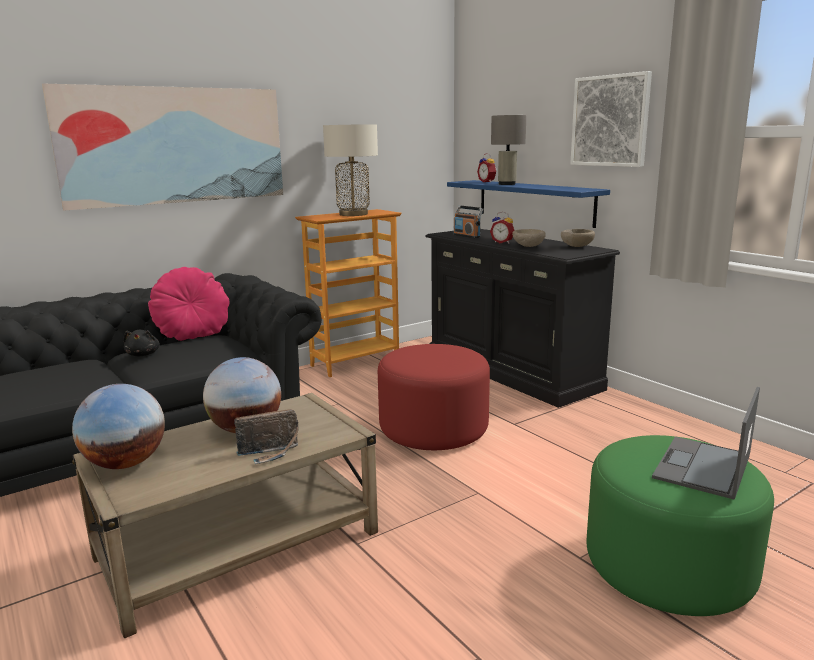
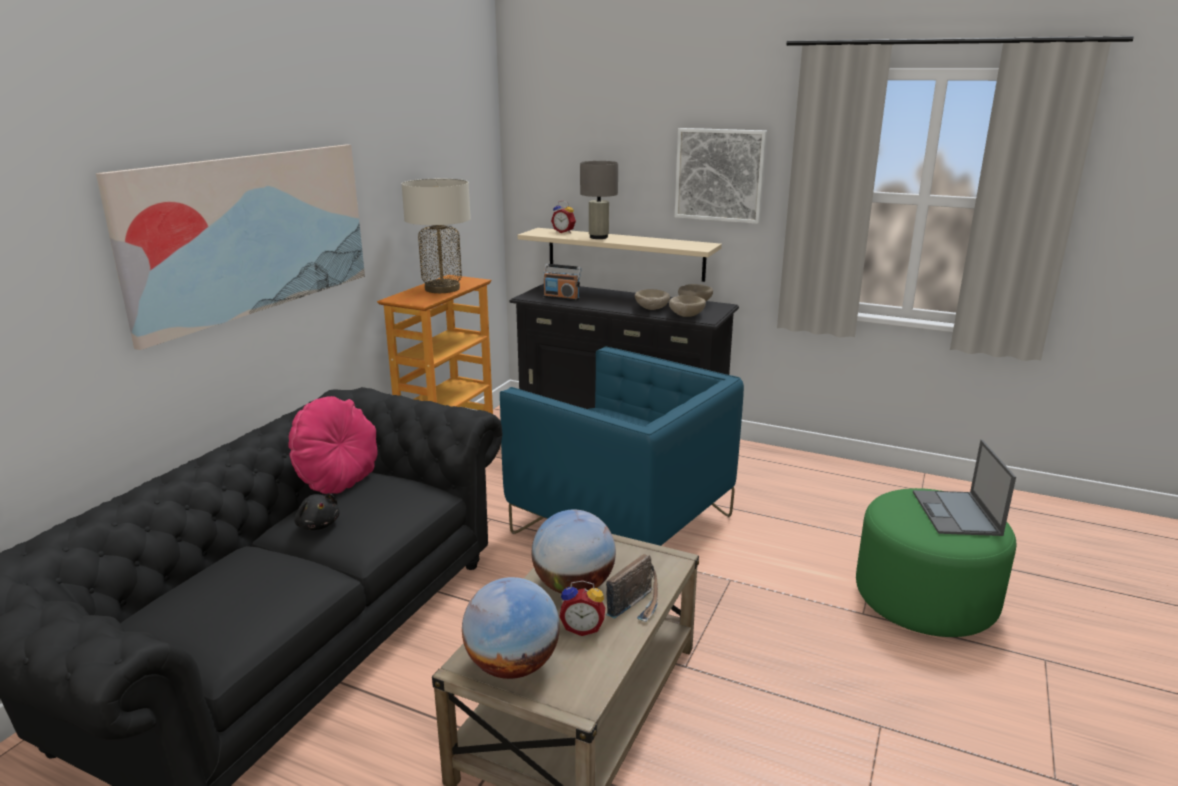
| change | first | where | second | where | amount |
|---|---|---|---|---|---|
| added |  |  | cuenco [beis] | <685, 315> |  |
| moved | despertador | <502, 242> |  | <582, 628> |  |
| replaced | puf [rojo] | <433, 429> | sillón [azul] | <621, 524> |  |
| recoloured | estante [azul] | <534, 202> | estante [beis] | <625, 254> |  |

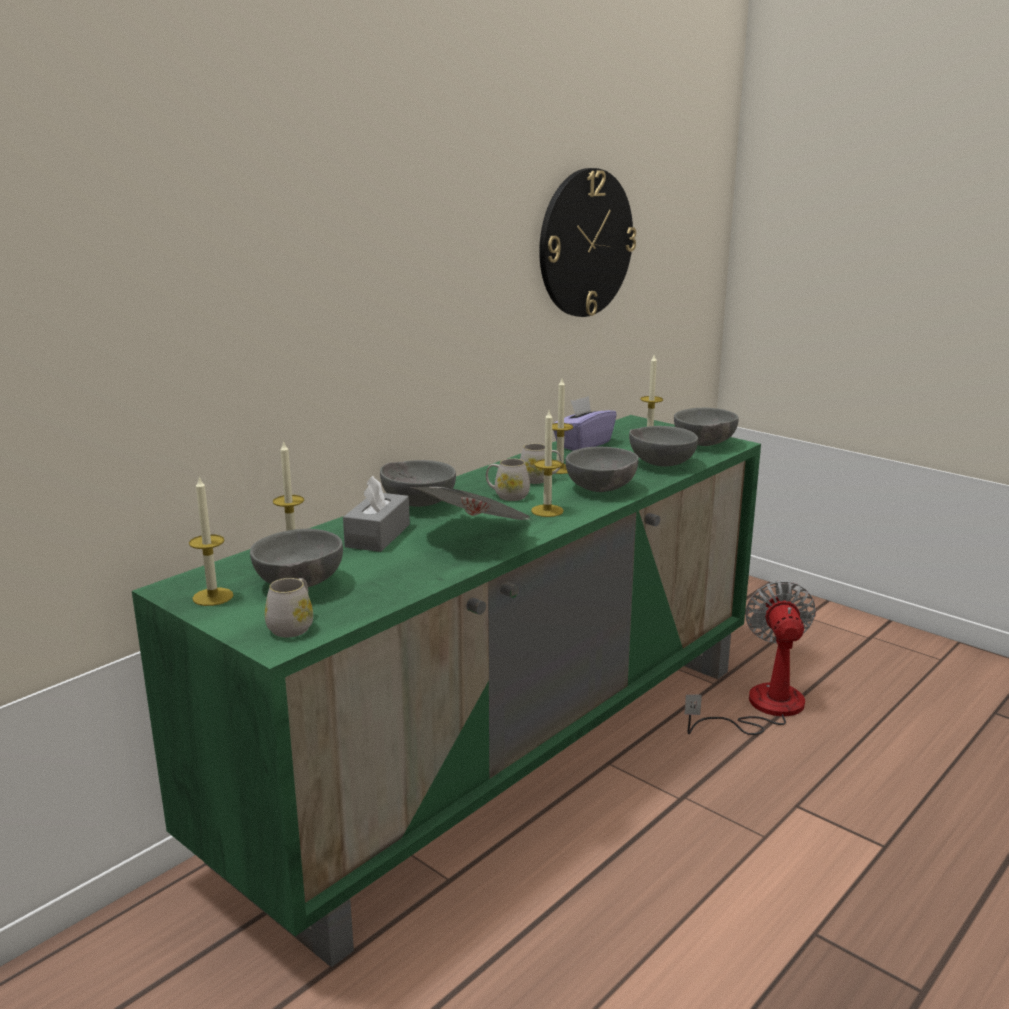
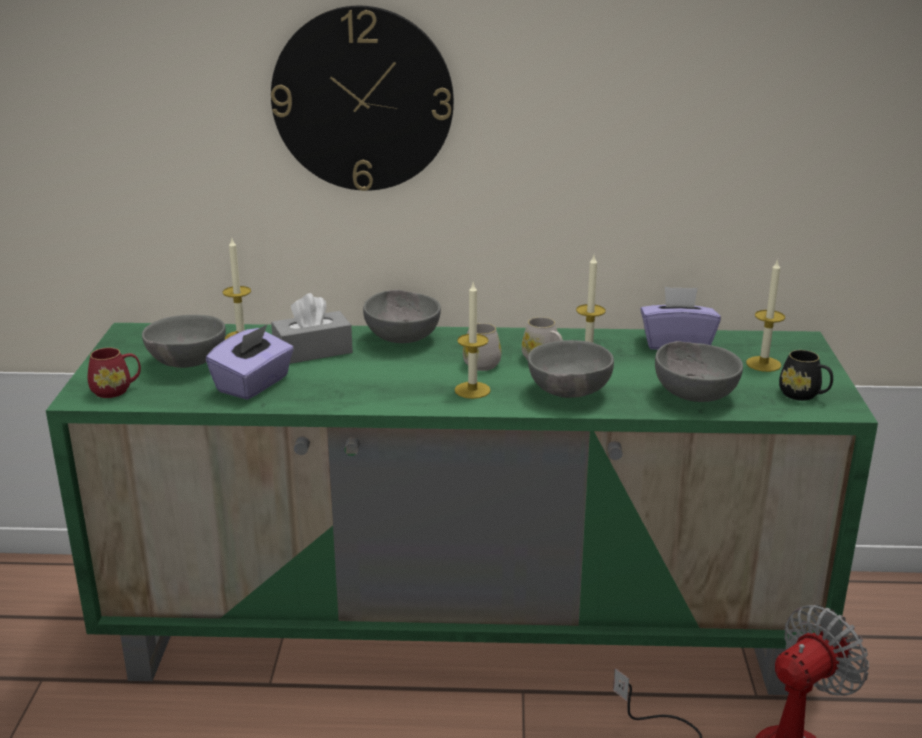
| change | first | where | second | where | amount |
|---|---|---|---|---|---|
| removed | vela | <213, 597> |  |  |  |
| removed | periódico | <477, 536> |  |  |  |
| added |  |  | caja de pañuelos [morado] | <254, 384> |  |
| moved | reloj de pared | <585, 243> |  | <362, 100> |  |
| replaced | cuenco [gris] | <704, 444> | taza grande [negro] | <804, 395> |  |
| recoloured | taza grande [blanco] | <293, 626> | taza grande [rojo] | <116, 390> |  |

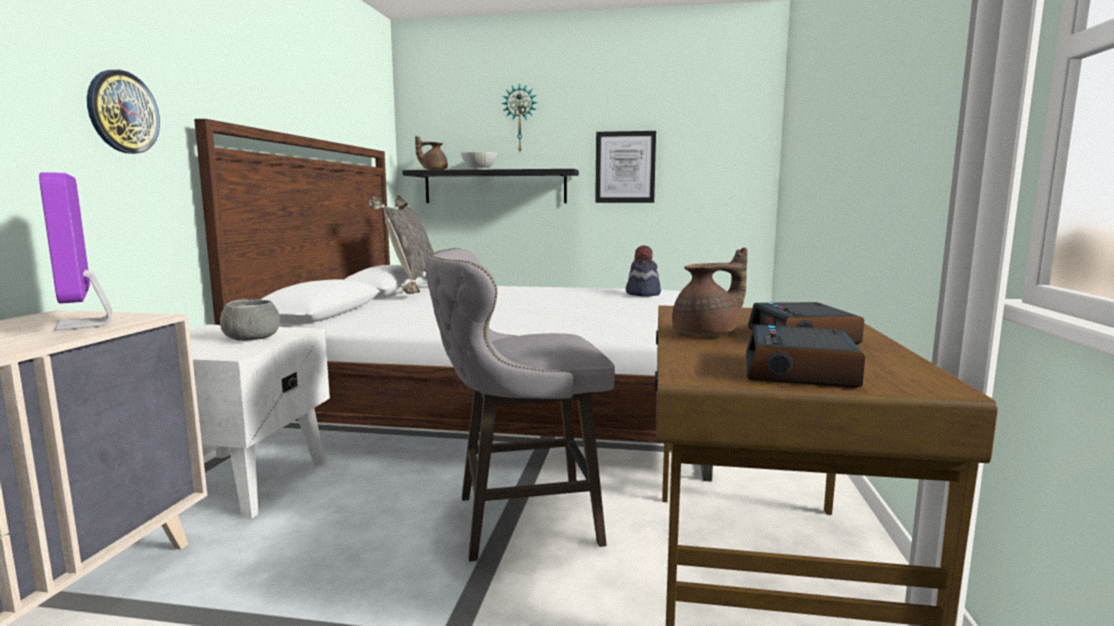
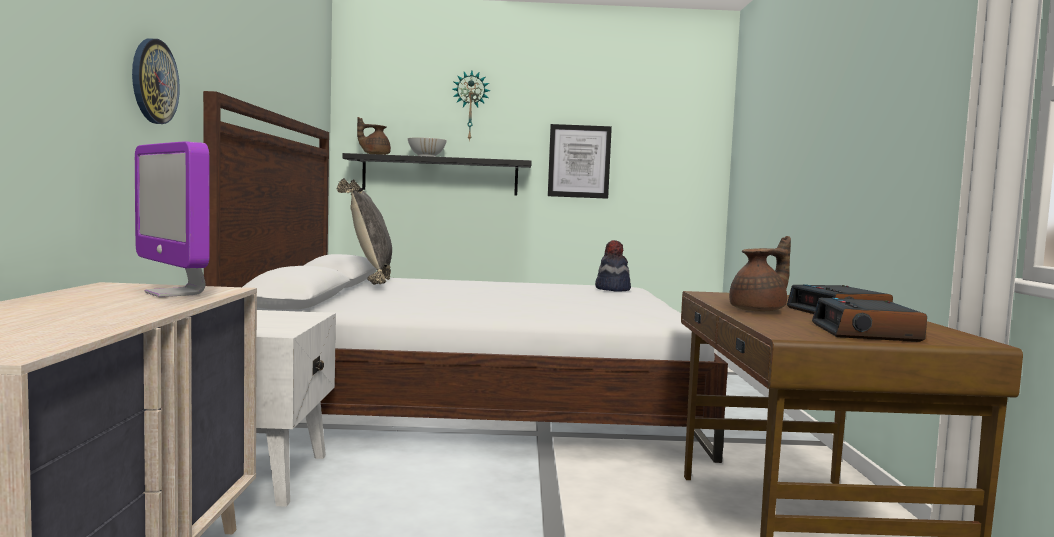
| change | first | where | second | where | amount |
|---|---|---|---|---|---|
| removed | cuenco [gris] | <251, 338> |  |  |  |
| removed | taburete [gris] | <519, 520> |  |  |  |

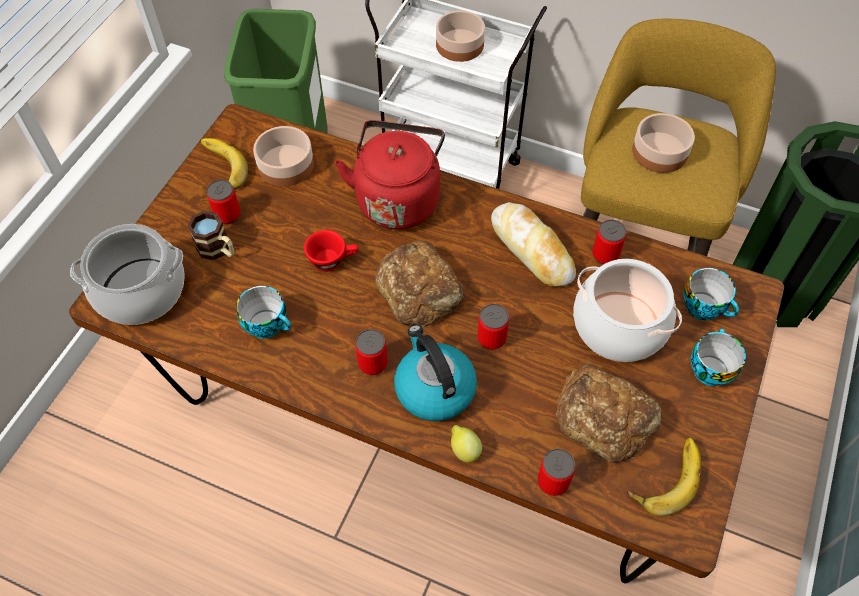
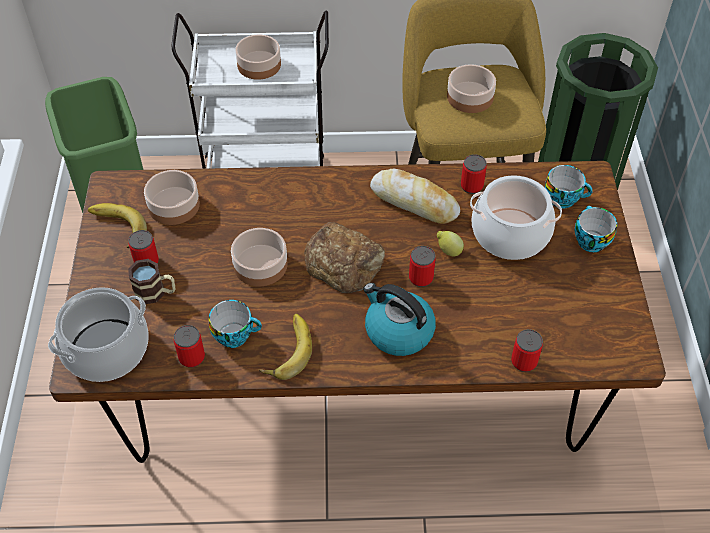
| change | first | where | second | where | amount |
|---|---|---|---|---|---|
| removed | hervidor [rojo] | <398, 198> |  |  |  |
| removed | pan | <605, 417> |  |  |  |
| moved | lata | <373, 363> |  | <192, 357> |  |
| moved | limón | <464, 450> |  | <448, 251> |  |
| moved | plátano | <665, 476> |  | <286, 349> |  |
| replaced | taza [rojo] | <333, 260> | cuenco | <260, 265> |  |

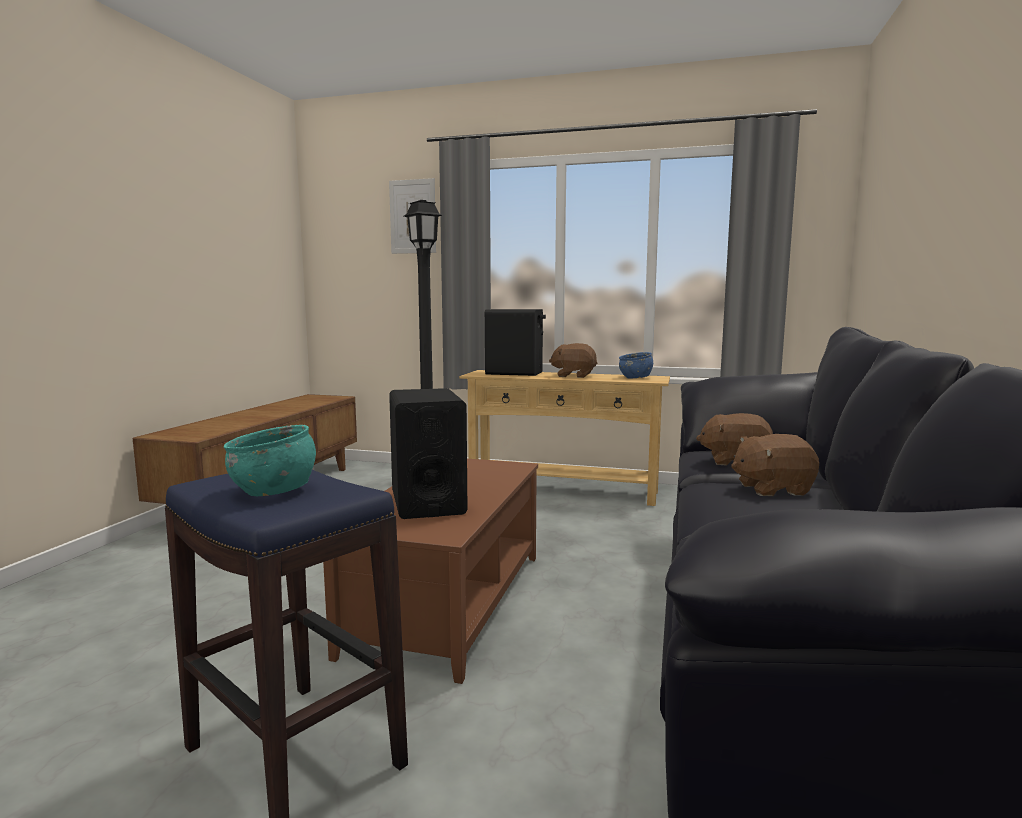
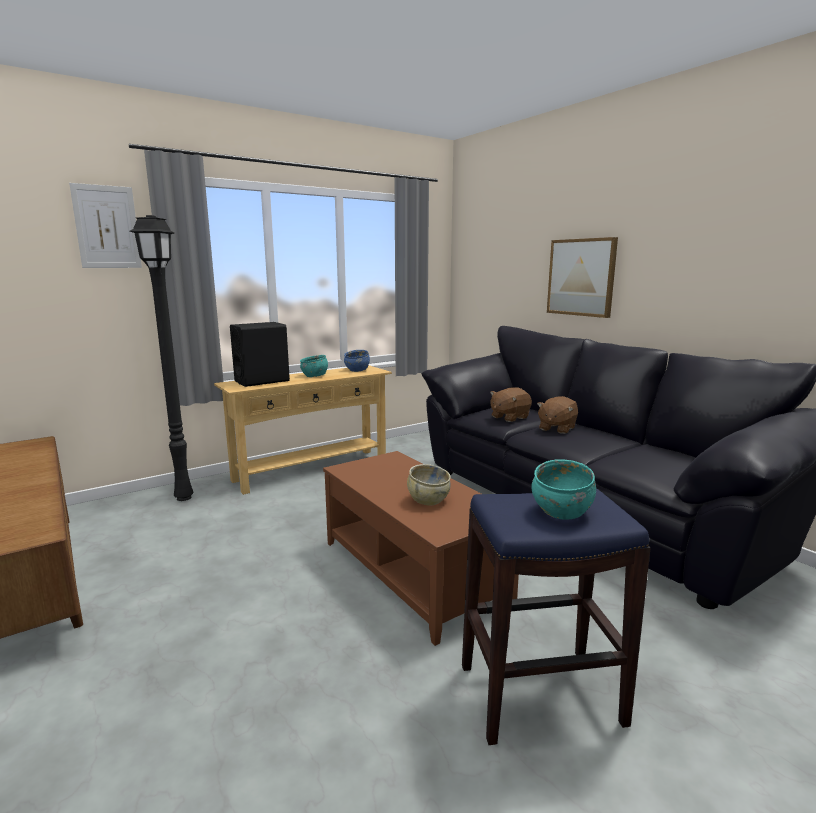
| change | first | where | second | where | amount |
|---|---|---|---|---|---|
| added |  |  | cuadro | <581, 277> |  |
| replaced | altavoz [negro] | <427, 502> | cuenco [beis] | <428, 500> |  |
| replaced | peluche [marrón] | <574, 376> | cuenco [turquesa] | <314, 376> |  |

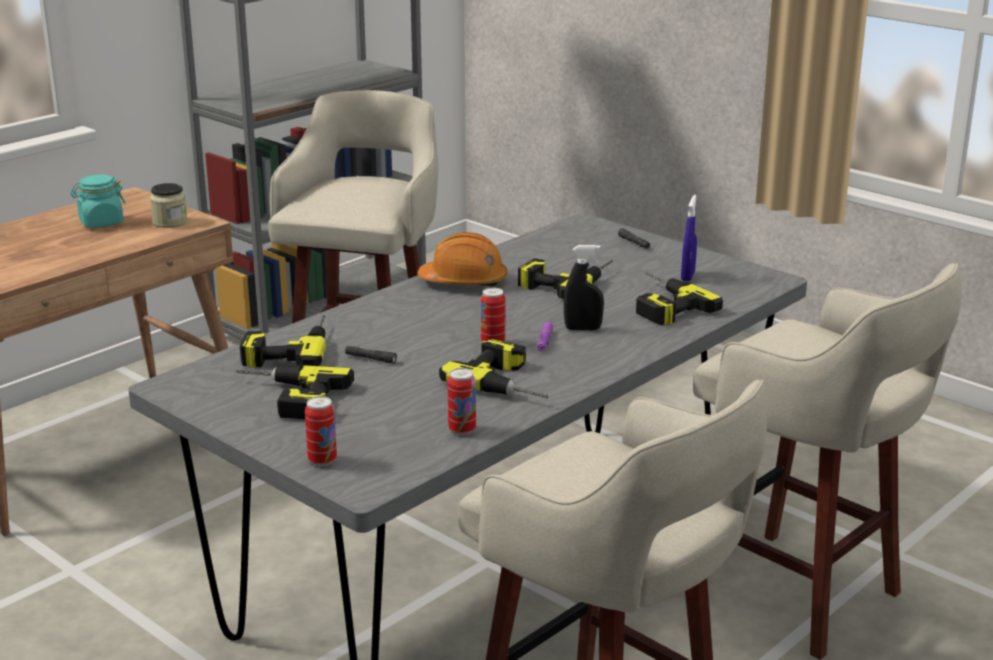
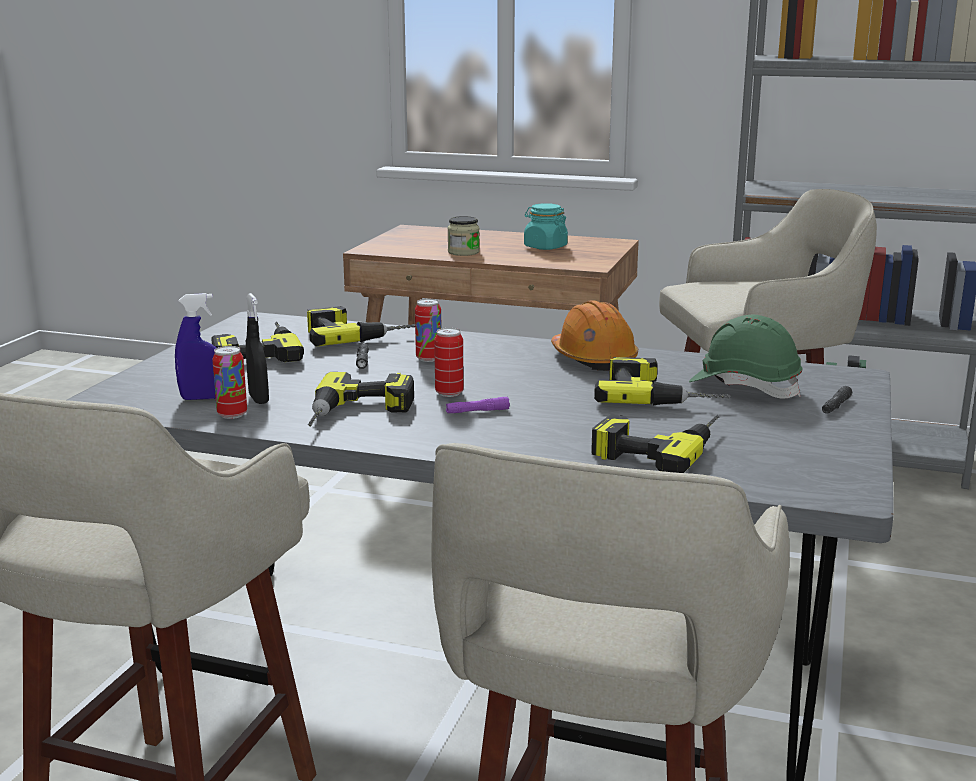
| change | first | where | second | where | amount |
|---|---|---|---|---|---|
| added |  |  | casco [verde] | <744, 387> |  |
| moved | tarro | <170, 222> |  | <463, 252> |  |
| moved | lata | <322, 460> |  | <428, 358> |  |
| moved | pulverizador [negro] | <583, 329> |  | <258, 399> |  |
| moved | pulverizador [azul] | <687, 276> |  | <202, 398> |  |

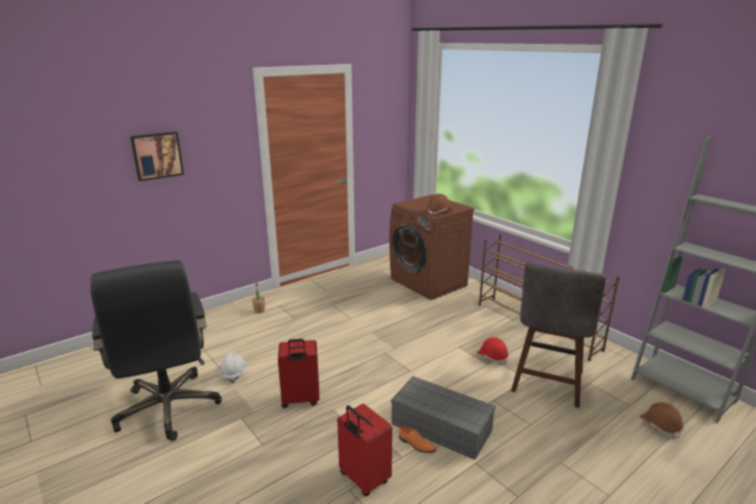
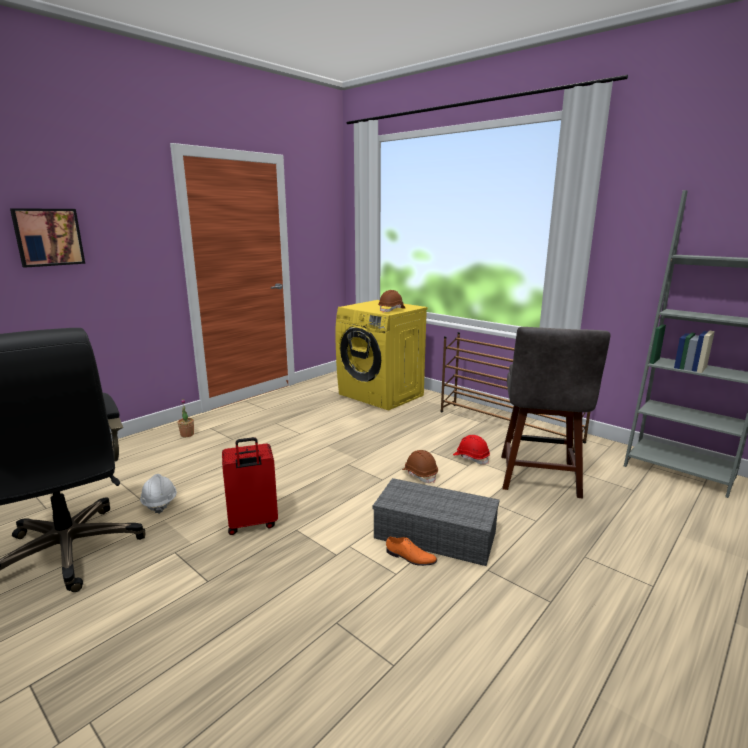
| change | first | where | second | where | amount |
|---|---|---|---|---|---|
| removed | maleta [rojo] | <363, 479> |  |  |  |
| moved | casco [marrón] | <660, 426> |  | <420, 474> |  |
| recoloured | lavadora [marrón] | <428, 284> | lavadora [amarillo] | <381, 397> |  |

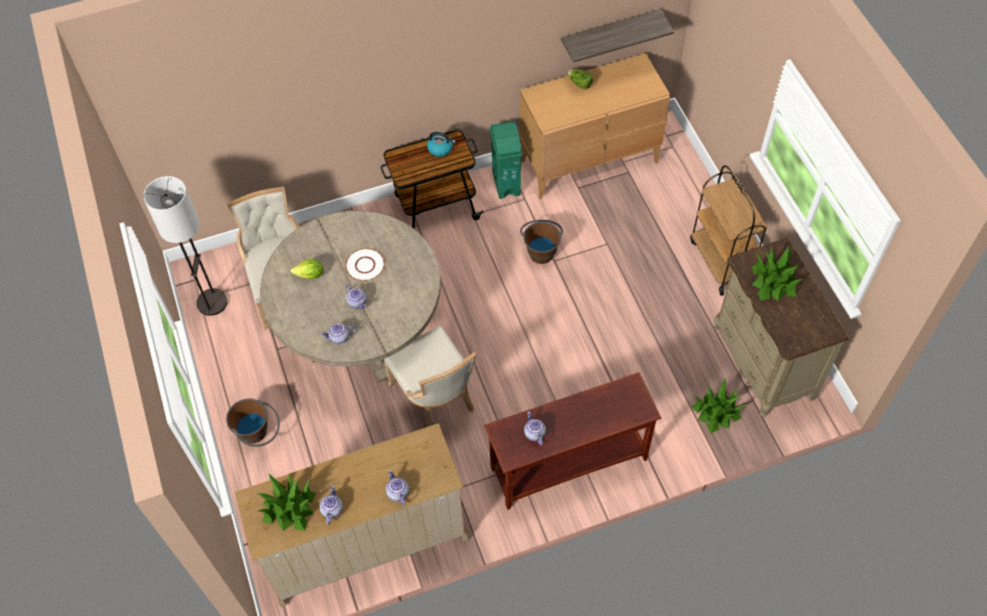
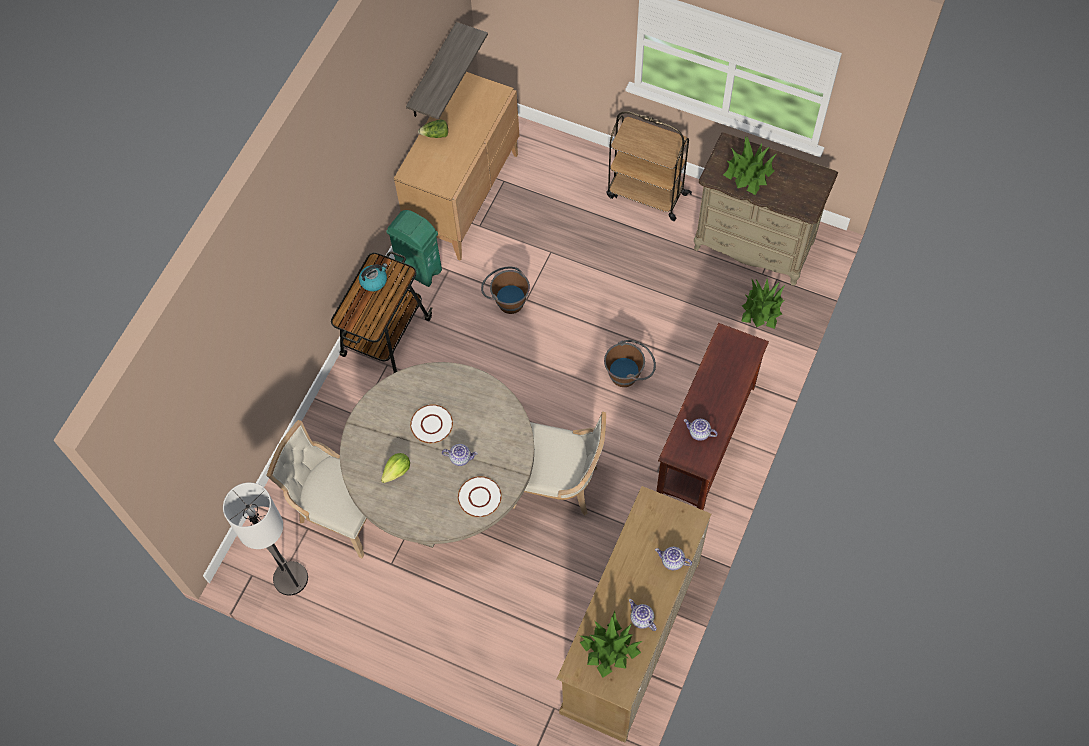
| change | first | where | second | where | amount |
|---|---|---|---|---|---|
| moved | cubo [marrón] | <258, 434> |  | <629, 374> |  |
| replaced | tetera | <339, 338> | plato [blanco] | <480, 497> |  |

